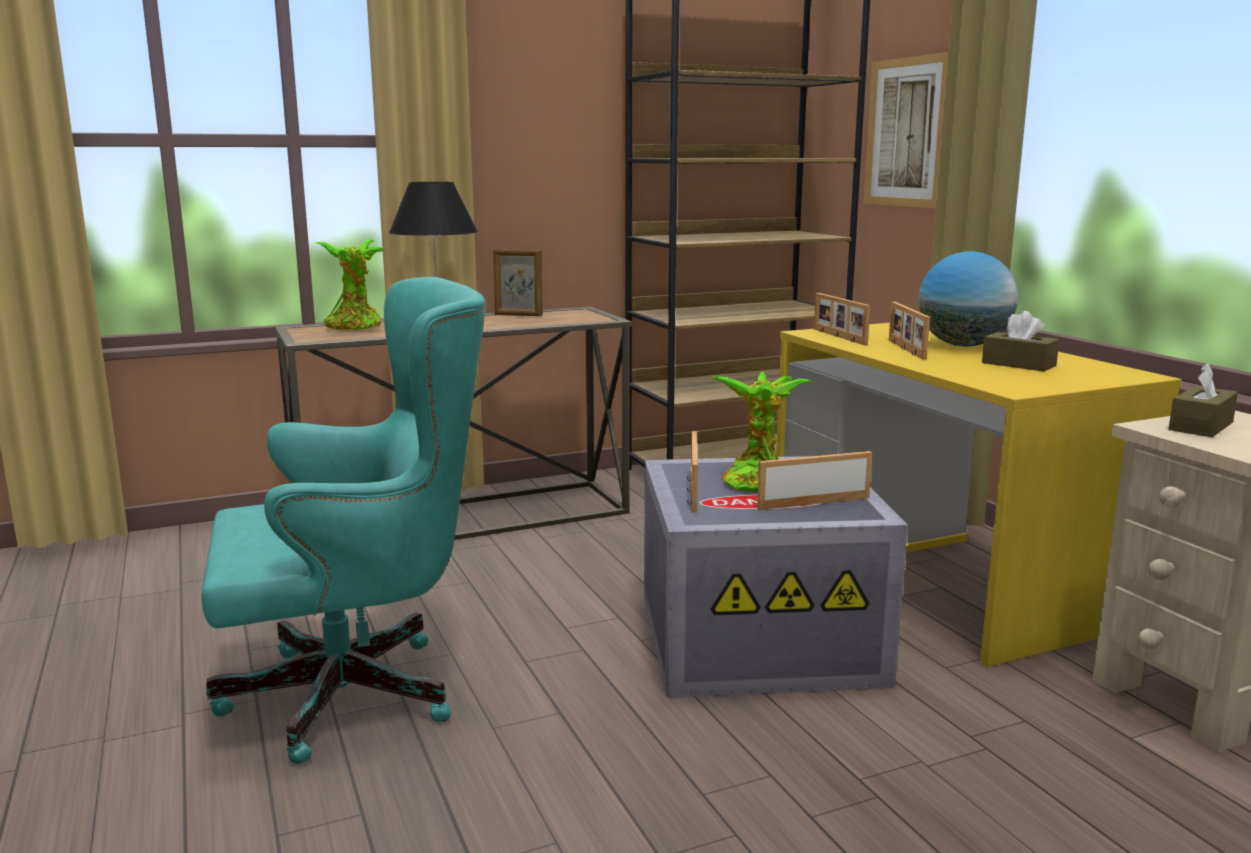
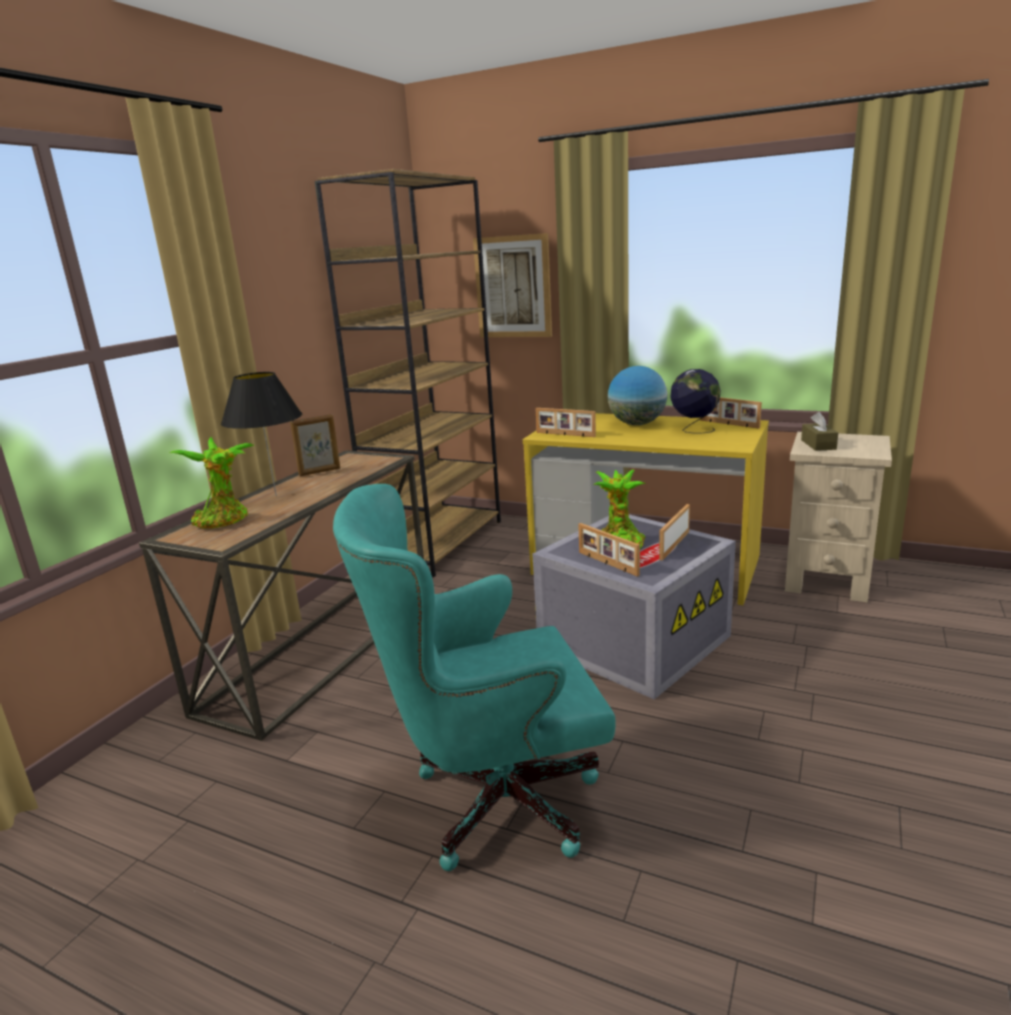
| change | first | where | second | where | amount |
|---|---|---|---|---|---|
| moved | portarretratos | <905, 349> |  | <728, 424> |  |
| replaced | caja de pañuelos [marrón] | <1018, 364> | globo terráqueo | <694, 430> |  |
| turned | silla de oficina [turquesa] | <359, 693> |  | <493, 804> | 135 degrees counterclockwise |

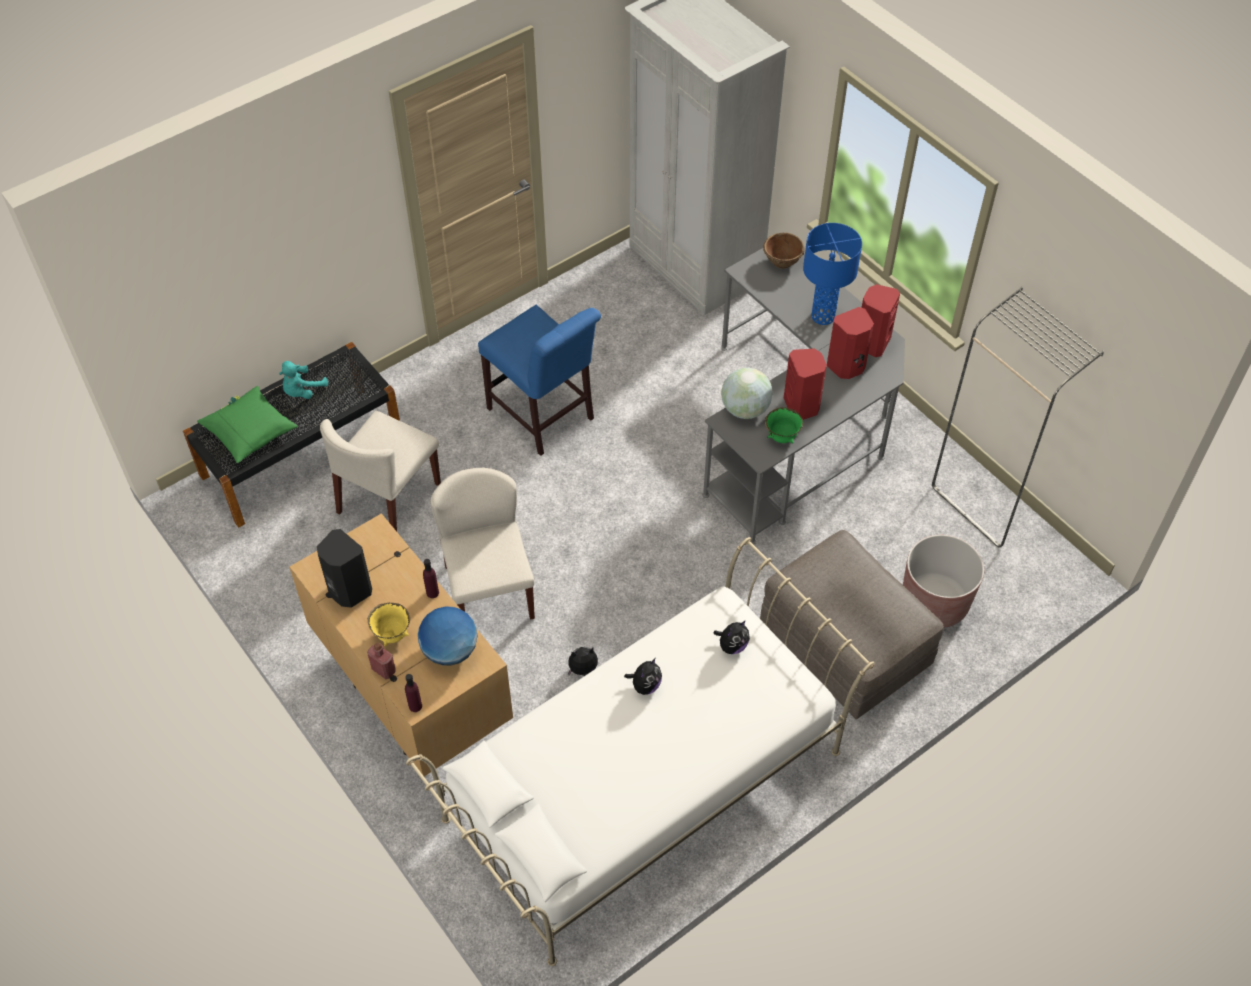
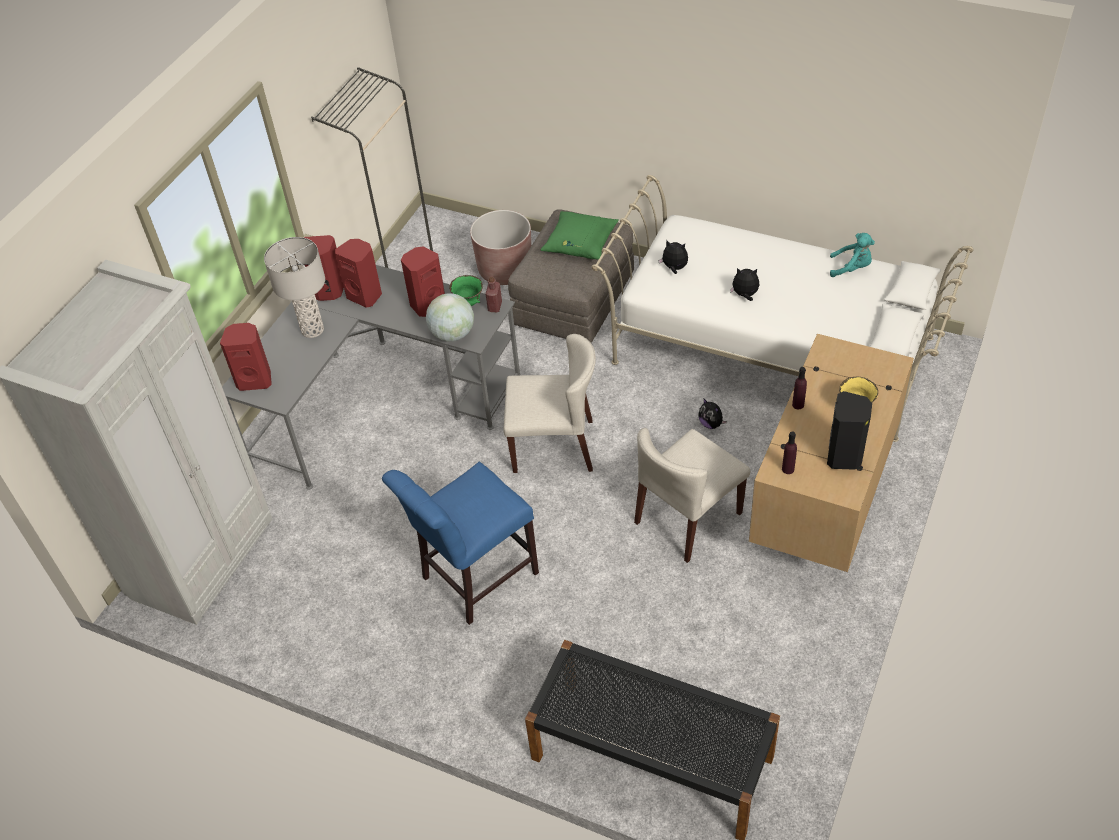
| change | first | where | second | where | amount |
|---|---|---|---|---|---|
| removed | globo terráqueo | <450, 651> |  |  |  |
| moved | cojín [verde] | <250, 432> |  | <580, 244> |  |
| moved | peluche [turquesa] | <302, 391> |  | <851, 268> |  |
| moved | silla [beis] | <389, 499> |  | <554, 446> |  |
| moved | botella [rojo] | <383, 670> |  | <495, 306> |  |
| moved | botella [morado] | <415, 706> |  | <788, 469> |  |
| replaced | cuenco [marrón] | <782, 262> | altavoz [rojo] | <255, 380> |  |
| recoloured | lámpara de mesa [azul] | <823, 316> | lámpara de mesa [blanco] | <312, 329> |  |
| turned | silla [azul] | <544, 417> |  | <474, 578> | 150 degrees counterclockwise |

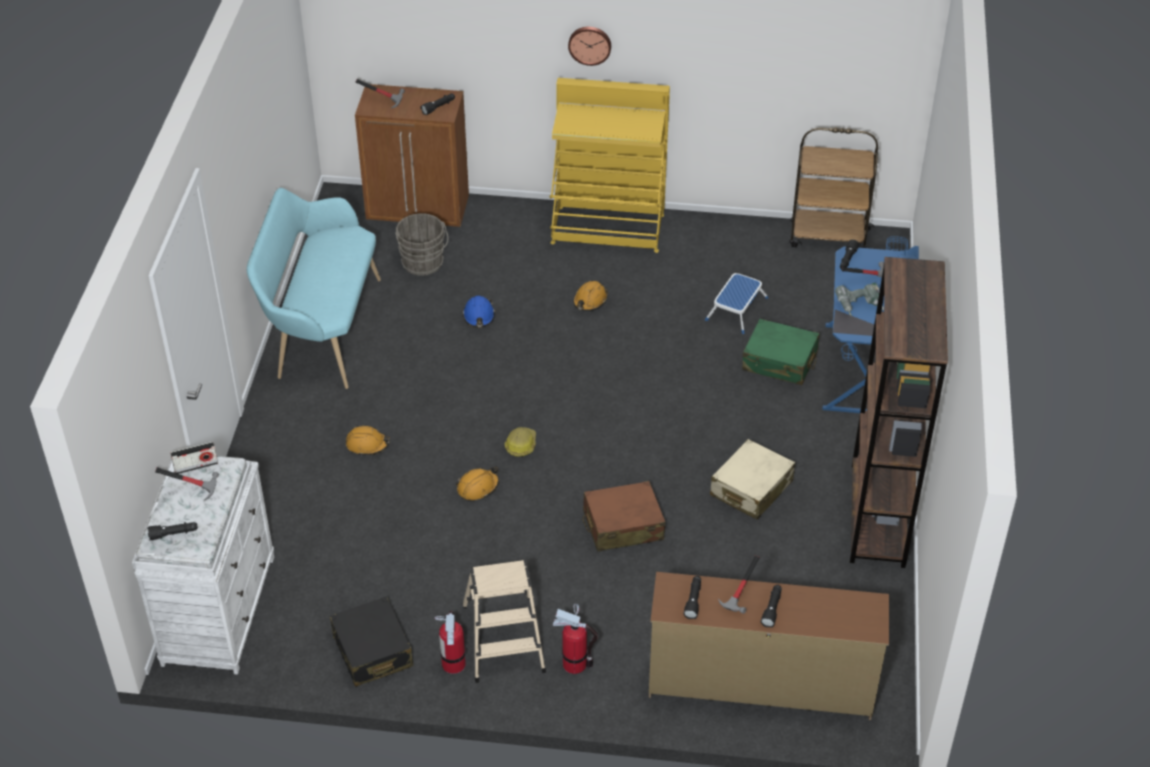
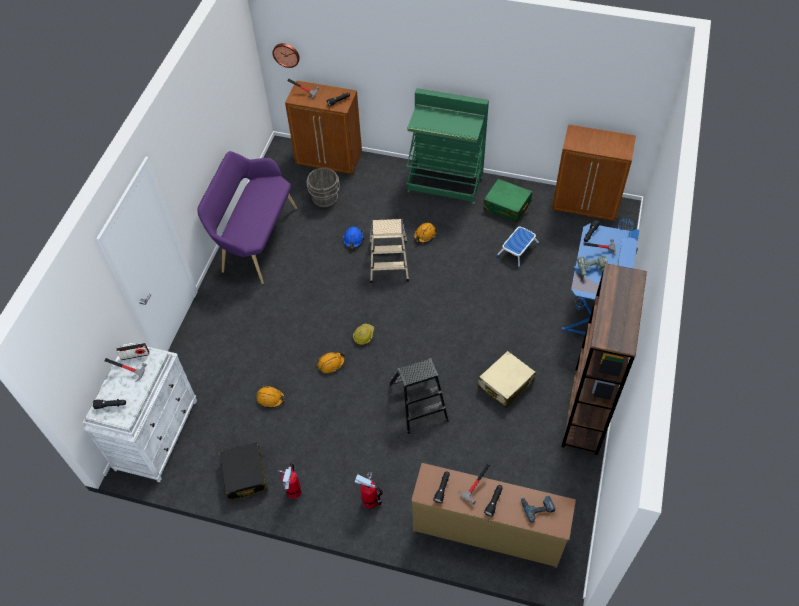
| change | first | where | second | where | amount |
|---|---|---|---|---|---|
| added |  |  | taladro | <537, 506> |  |
| moved | casco [naranja] | <367, 444> |  | <271, 398> |  |
| moved | escalera de tijera [beis] | <503, 637> |  | <389, 260> |  |
| moved | reloj de pared | <590, 44> |  | <286, 54> |  |
| moved | maleta [verde] | <780, 361> |  | <507, 206> |  |
| replaced | maleta [marrón] | <622, 525> | escalera de tijera [negro] | <418, 402> |  |
| replaced | carrito [marrón] | <828, 238> | armario [marrón] | <586, 203> |  |
| recoloured | banco [turquesa] | <322, 329> | banco [morado] | <255, 240> |  |
| recoloured | zapatero [amarillo] | <607, 231> | zapatero [verde] | <444, 185> |  |

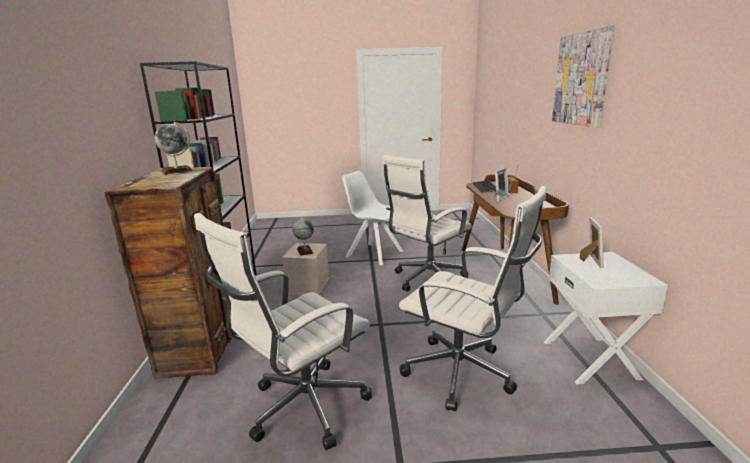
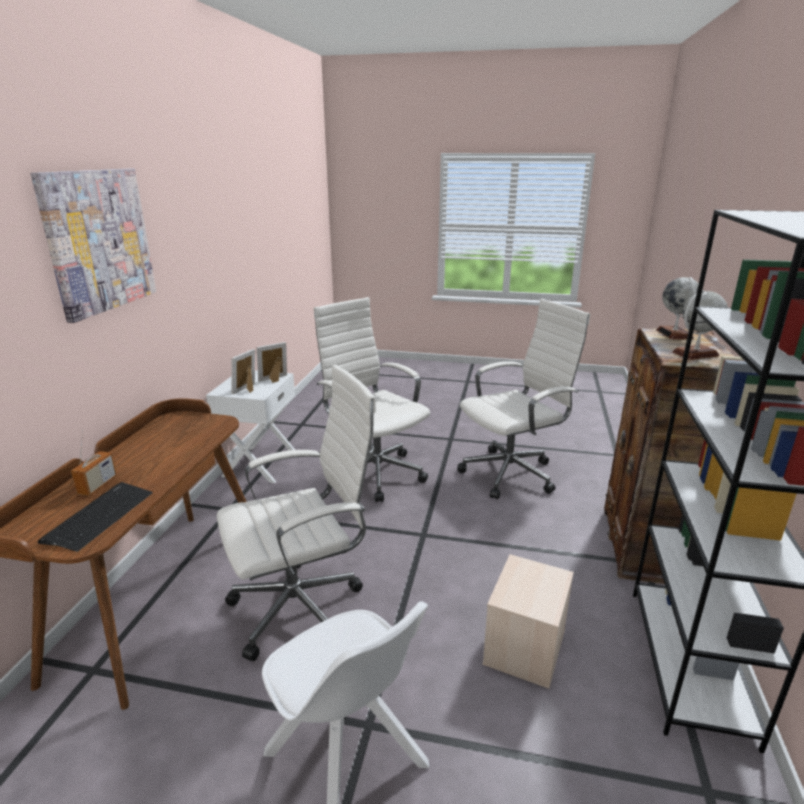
| change | first | where | second | where | amount |
|---|---|---|---|---|---|
| moved | globo terráqueo | <305, 251> |  | <674, 334> |  |
| moved | portarretratos | <498, 198> |  | <274, 379> |  |

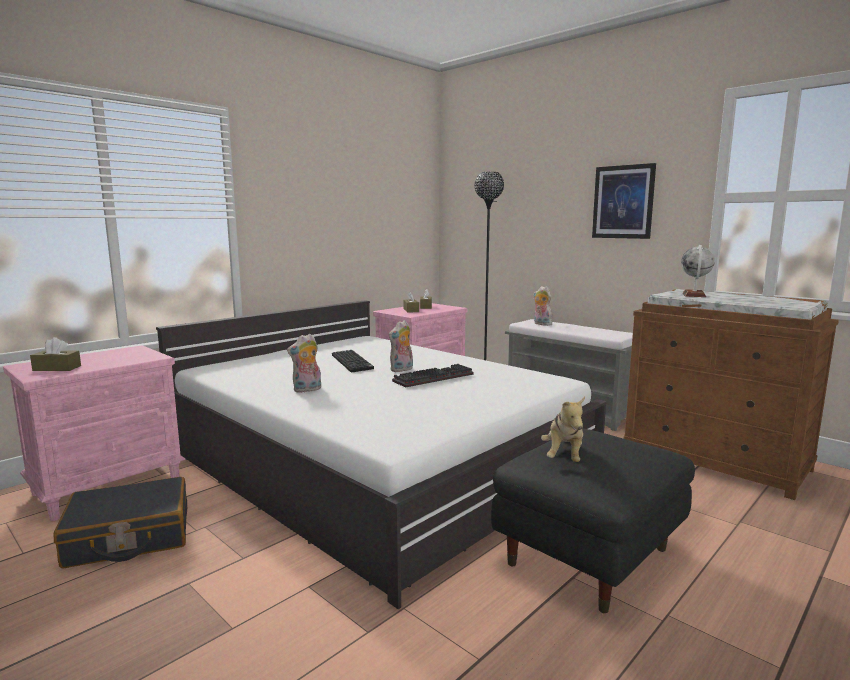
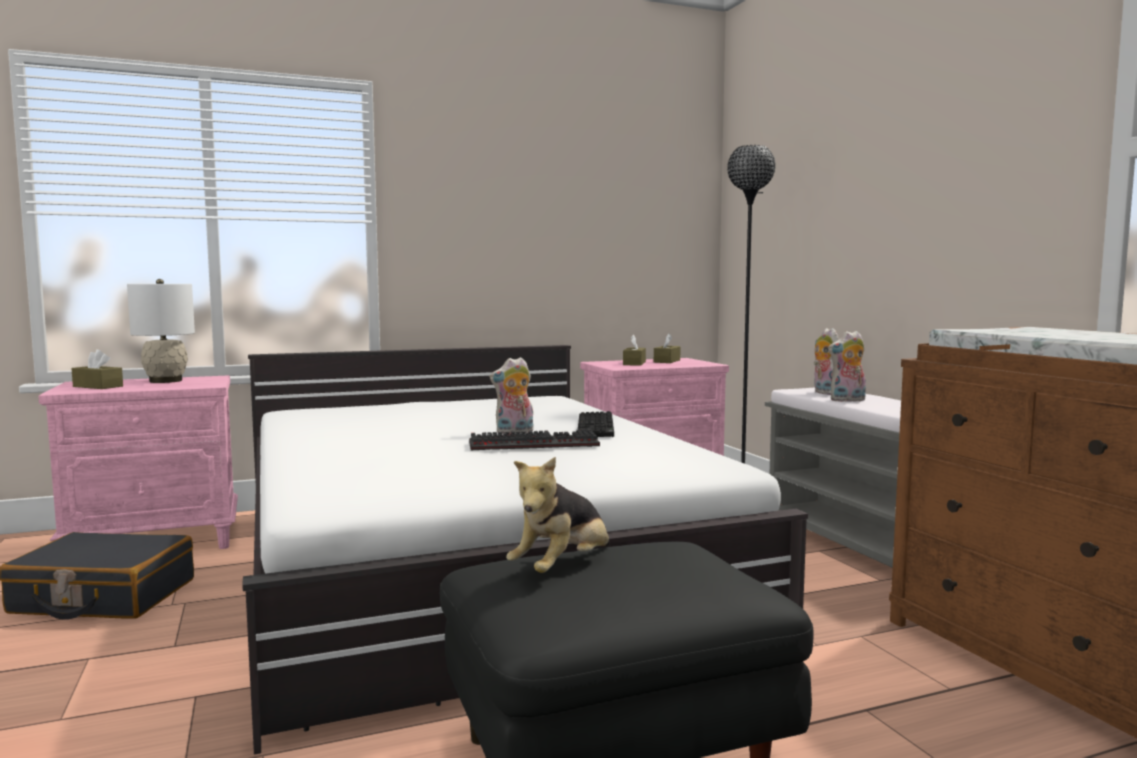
| change | first | where | second | where | amount |
|---|---|---|---|---|---|
| removed | cuadro | <623, 202> |  |  |  |
| removed | globo terráqueo | <694, 295> |  |  |  |
| added |  |  | lámpara de mesa [blanco] | <166, 381> |  |
| moved | peluche | <307, 390> |  | <847, 400> |  |
| moved | teclado | <353, 362> |  | <597, 427> |  |

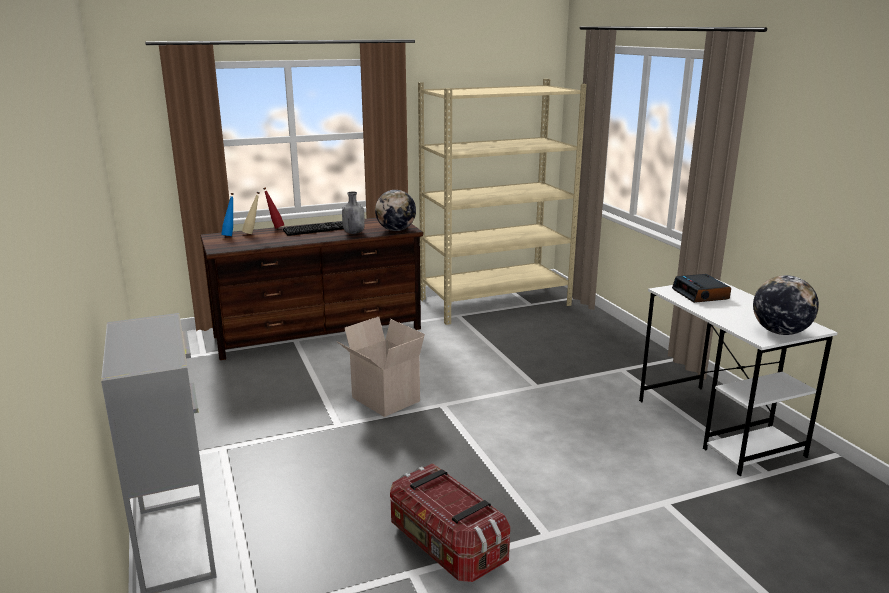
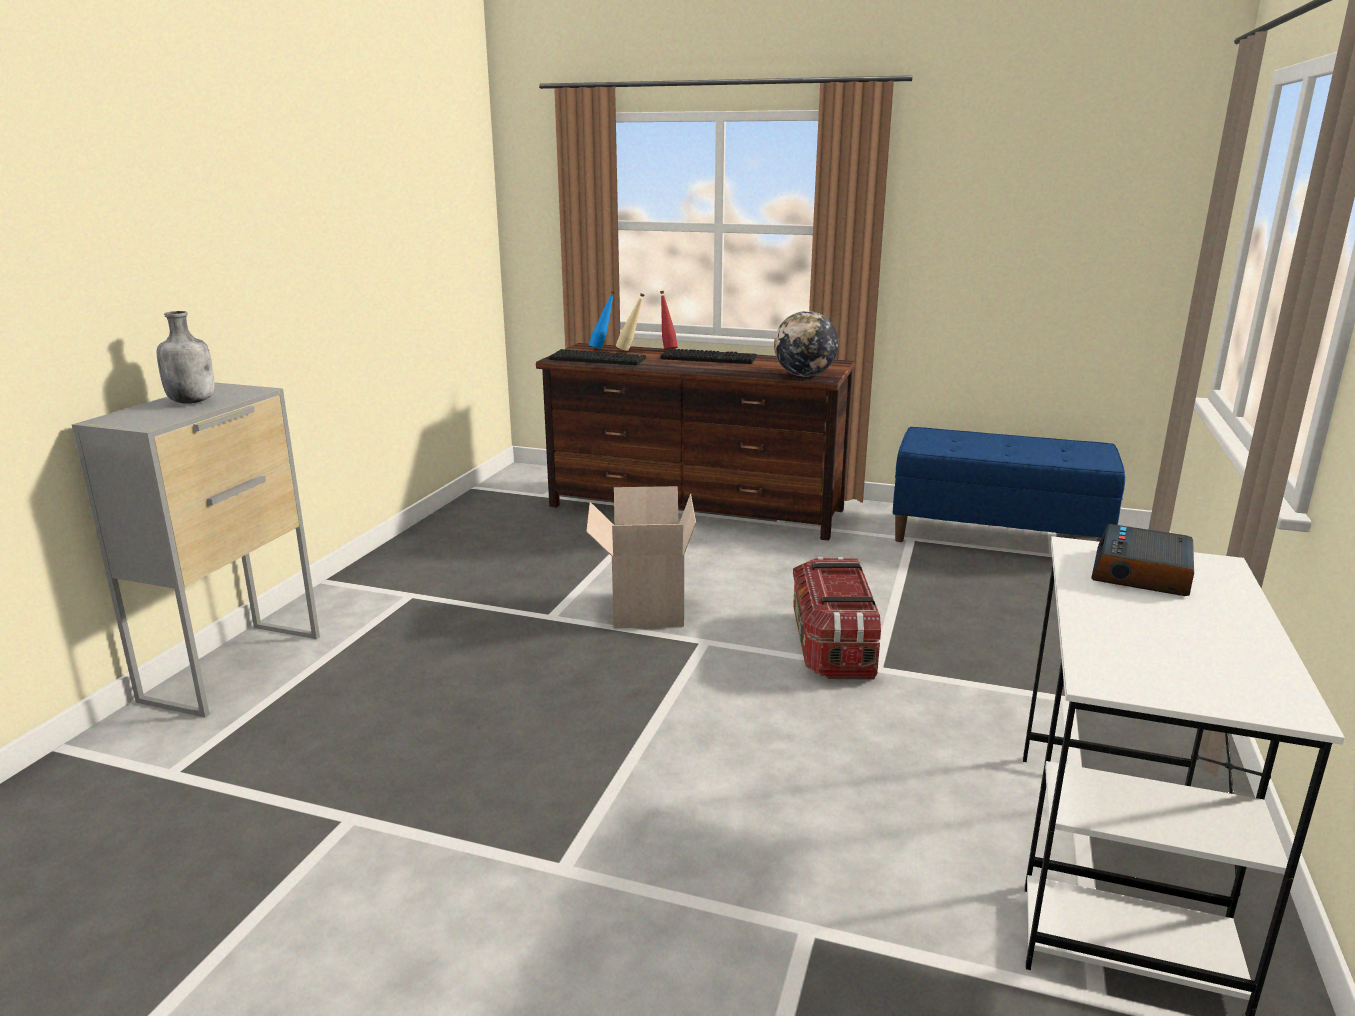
| change | first | where | second | where | amount |
|---|---|---|---|---|---|
| removed | globo terráqueo | <780, 332> |  |  |  |
| added |  |  | teclado | <599, 359> |  |
| moved | botella [gris] | <353, 233> |  | <193, 401> |  |
| moved | caja de almacenaje | <446, 545> |  | <832, 645> |  |
| replaced | estantería [beis] | <495, 302> | banco [azul] | <998, 537> |  |

